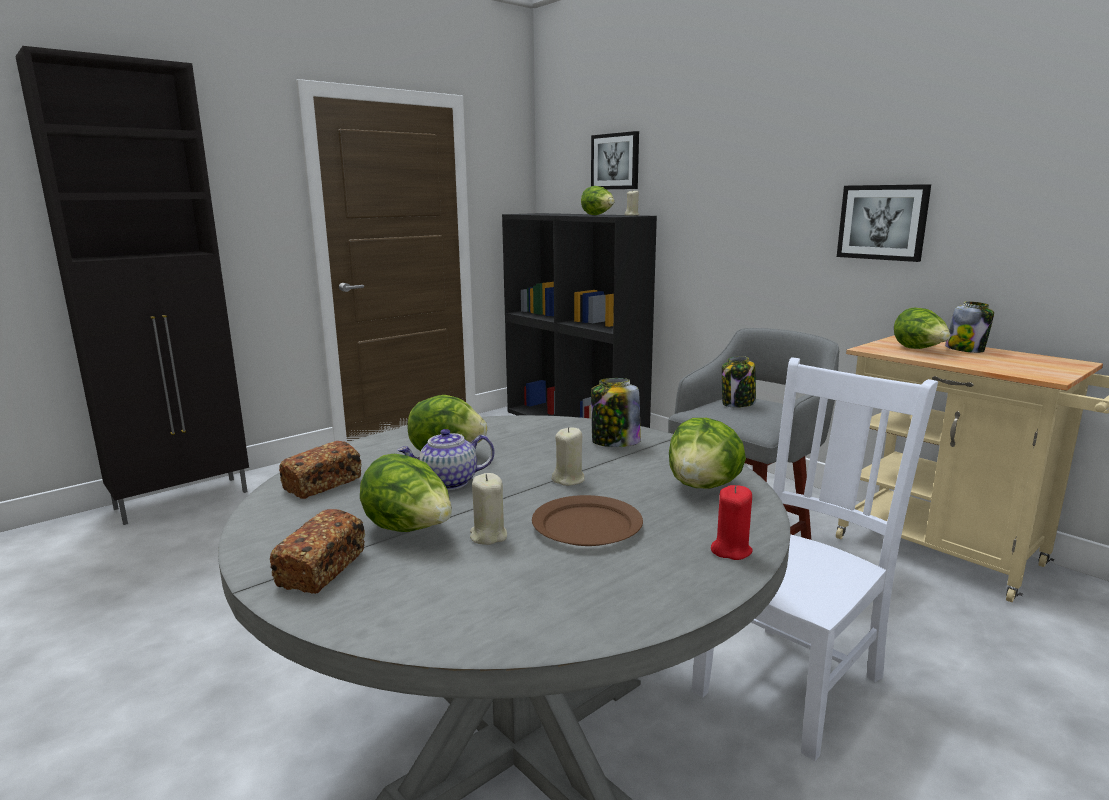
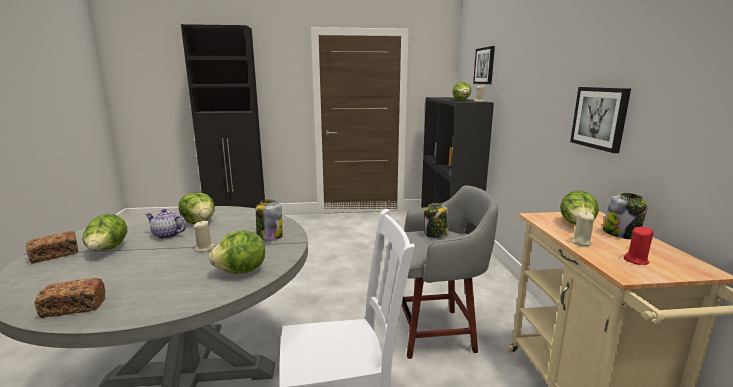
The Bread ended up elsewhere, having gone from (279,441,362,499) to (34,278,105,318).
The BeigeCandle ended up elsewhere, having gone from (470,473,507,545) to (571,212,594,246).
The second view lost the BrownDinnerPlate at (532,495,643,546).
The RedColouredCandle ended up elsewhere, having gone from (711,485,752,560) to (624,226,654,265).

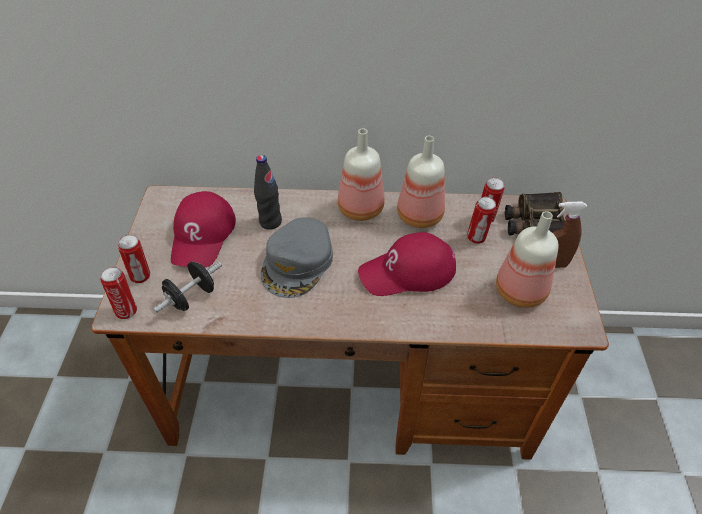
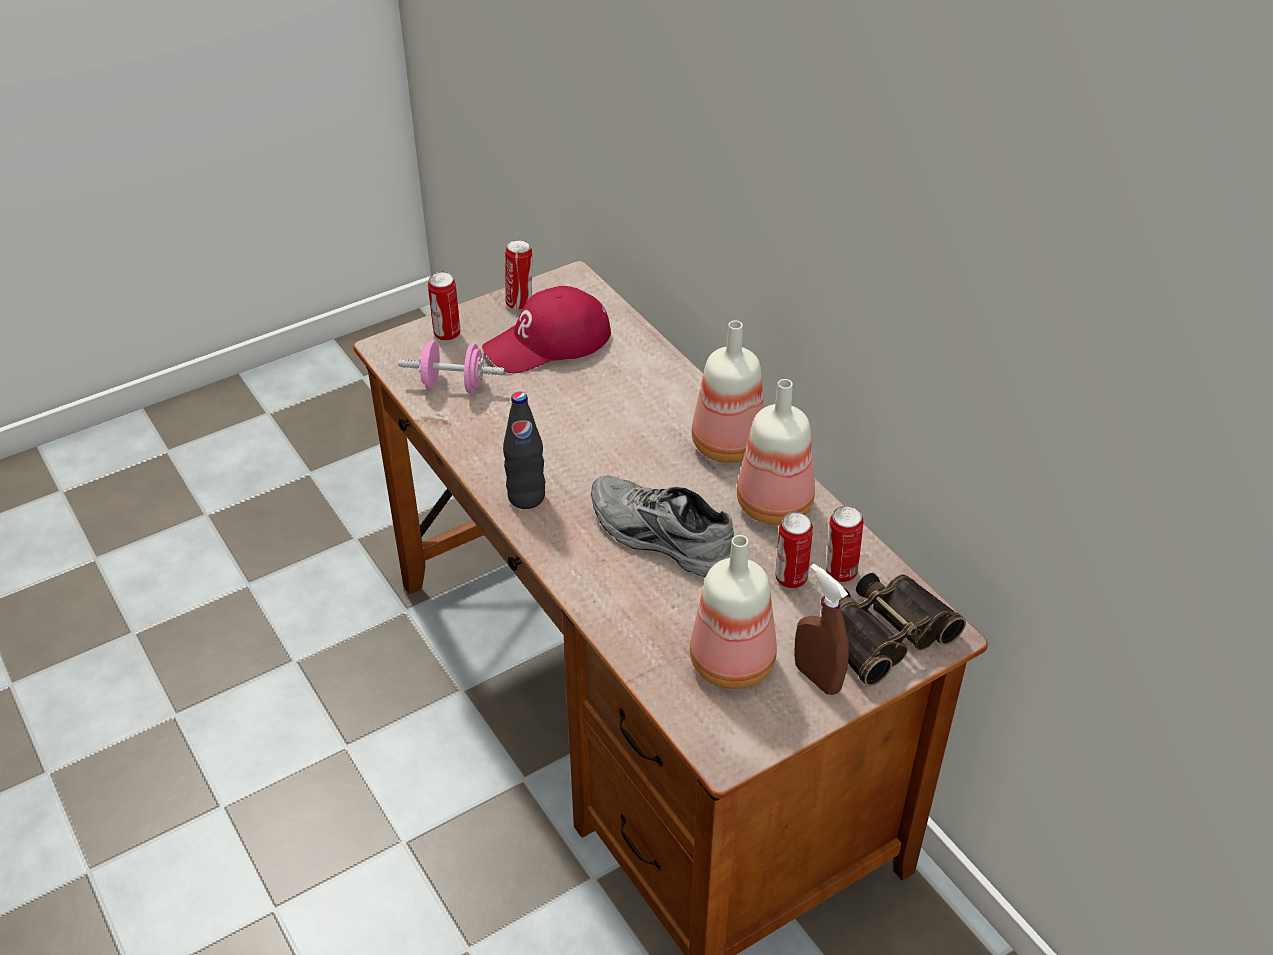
The SealedCan ended up elsewhere, having gone from (101,267,137,319) to (505,240,532,310).
What was the BlackColouredFreeWeight at (153,261,222,313) turned into the PinkishFreeWeight at (398,340,505,393).
The BlackColouredDrinkBottle ended up elsewhere, having gone from (254,155,282,230) to (503,391,545,509).
The second view lost the GreyishCap at (261,217,333,298).
Where the RedColouredCap stood at (358,232,456,296), the GreyishShoe came to stand at (591,475,734,577).

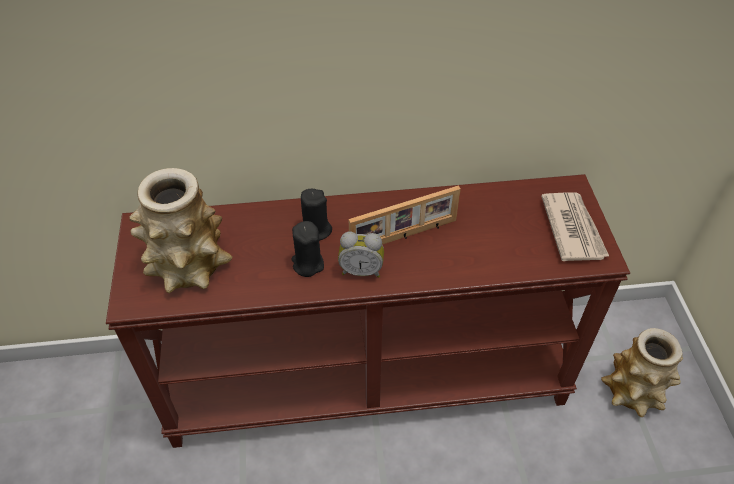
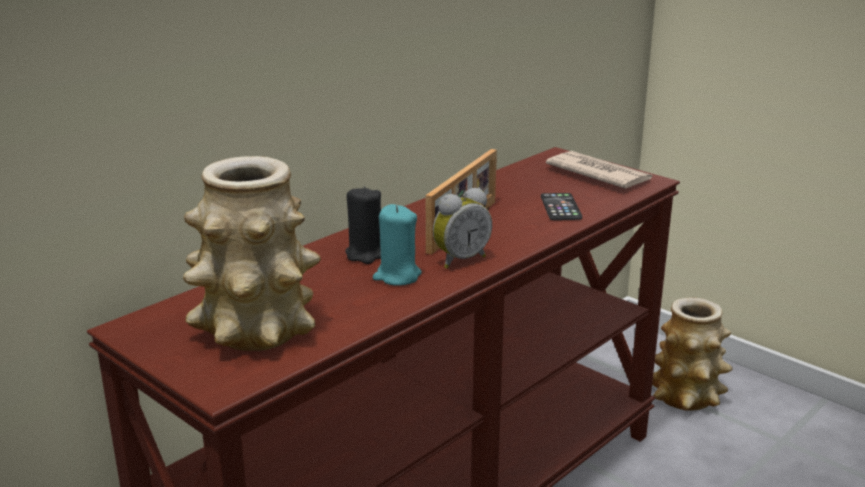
What was the BlackColouredCandle at (291,221,324,277) turned into the TurquoiseCandle at (373,204,421,286).
The second view gained the Handset at (541,193,582,220).

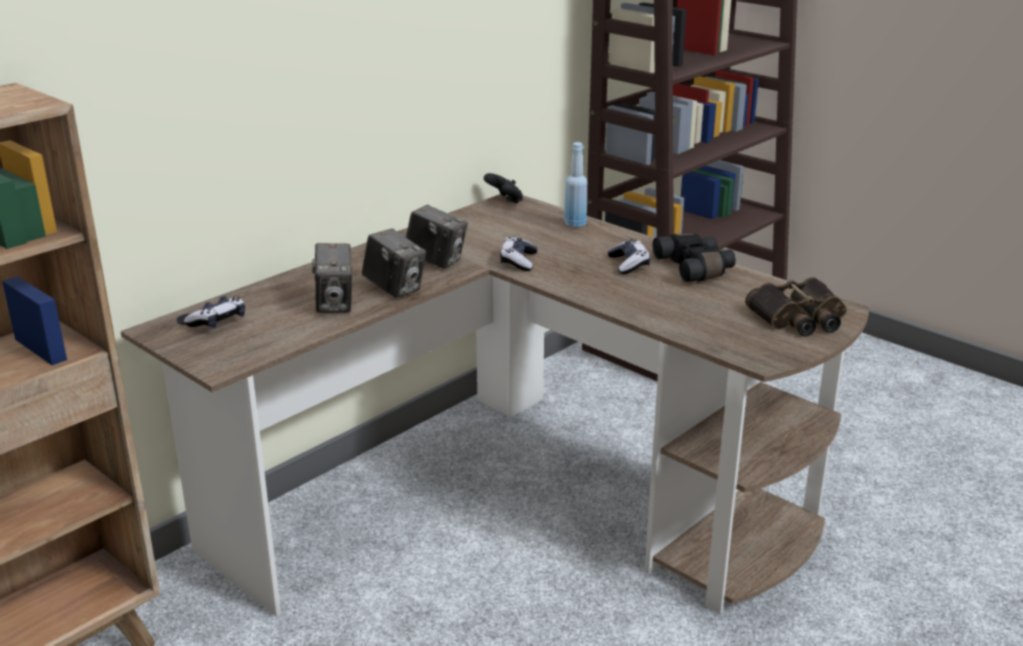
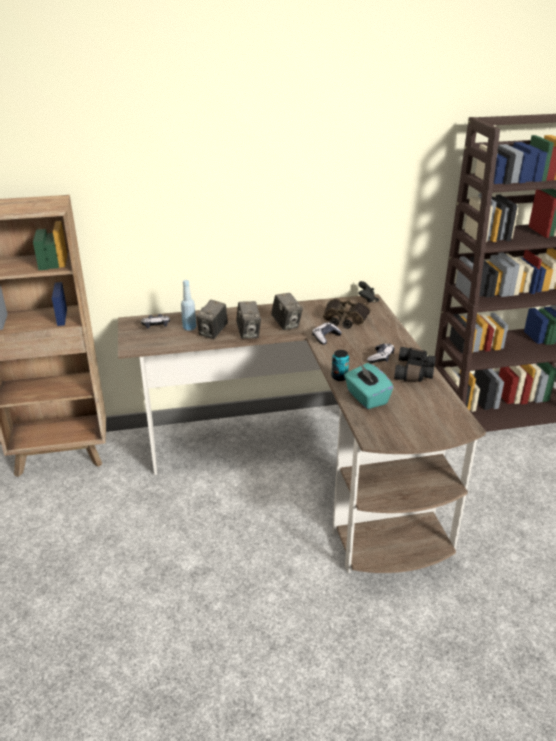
The BlueDrinkBottle ended up elsewhere, having gone from (564,142,587,228) to (181,280,197,331).
The Binoculars ended up elsewhere, having gone from (745,277,847,337) to (323,299,370,329).
The second view gained the SealedCan at (331,350,349,381).
The second view gained the TurquoiseBoxOfTissues at (344,363,393,409).

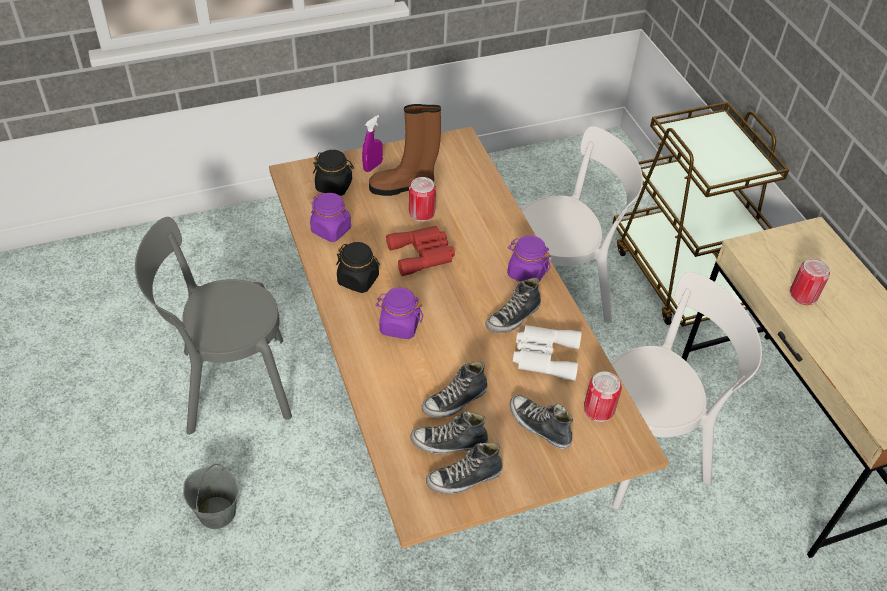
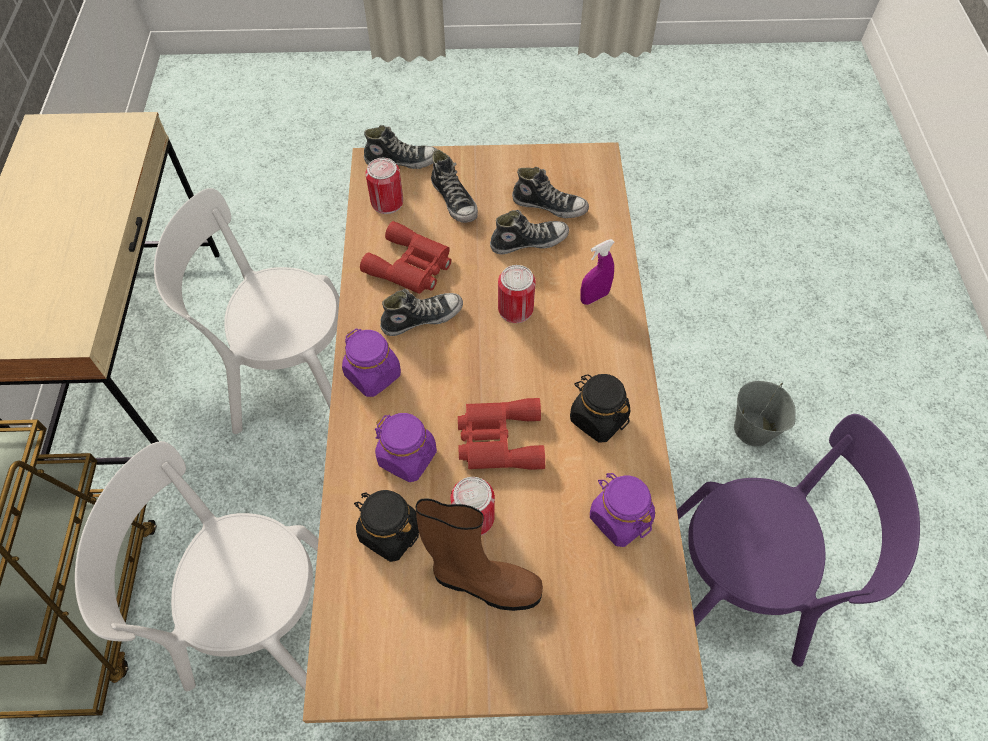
What was the GreyishUprightChair at (135,217,292,435) turned into the PurpleUprightChair at (677,414,920,667).
The BlackColouredPreserveJar ended up elsewhere, having gone from (313,150,354,196) to (354,490,419,562).
The PurpleSprayBottle ended up elsewhere, having gone from (362,115,383,172) to (580,239,615,305).
The PurplePreserveJar ended up elsewhere, having gone from (375,287,423,339) to (375,413,437,482).
The Shoe ended up elsewhere, having gone from (426,443,503,494) to (364,125,437,169).
What was the WhitishBinoculars at (513,325,582,381) turned into the RedColouredBinoculars at (360,221,451,294).
The SealedCan ended up elsewhere, having gone from (790,258,830,305) to (498,265,536,323).

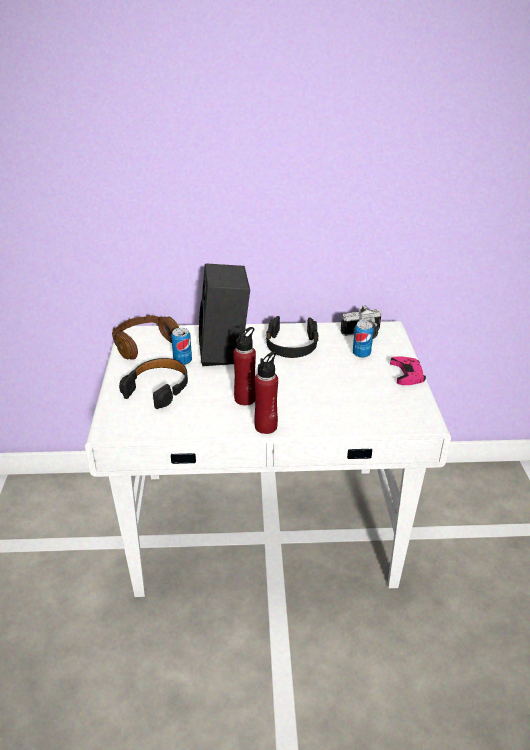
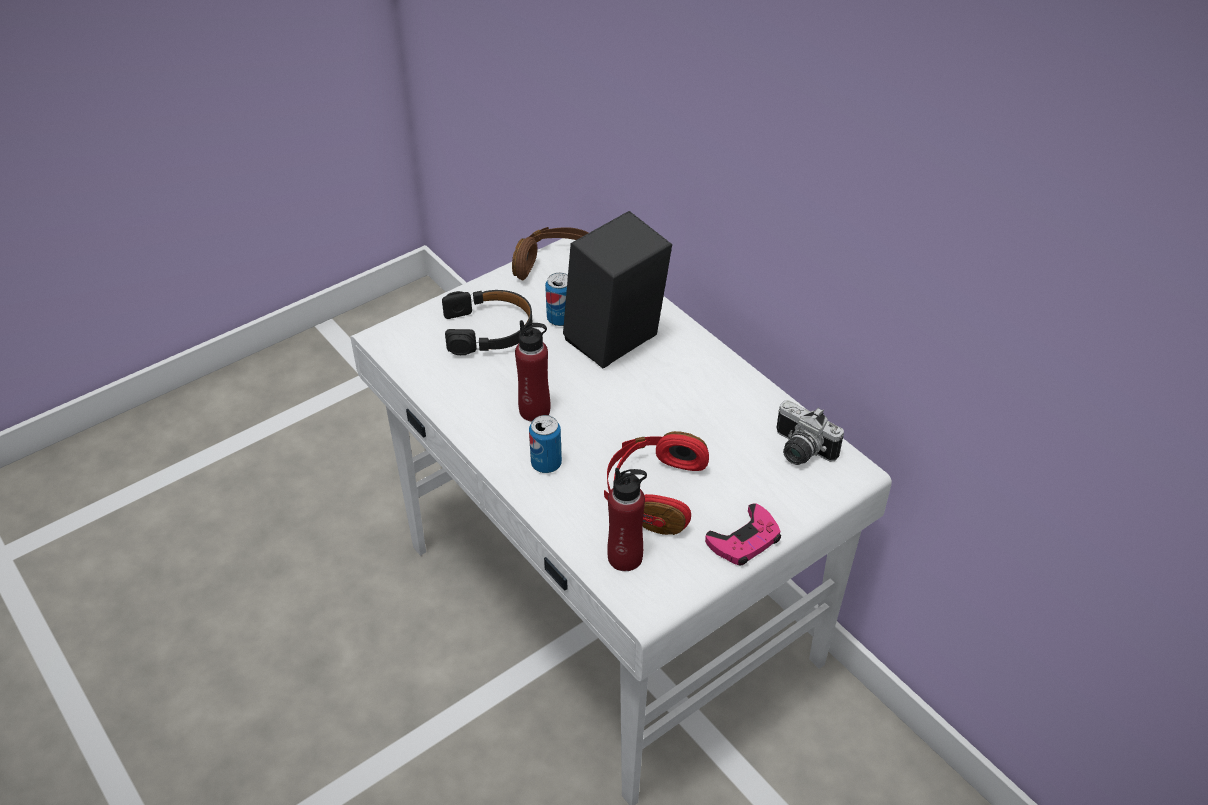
The RedColouredDrinkBottle ended up elsewhere, having gone from (254,352,278,434) to (607,468,647,571).
The second view lost the BlackColouredHeadset at (266,316,318,358).
The SealedCan ended up elsewhere, having gone from (353,321,374,358) to (529,415,562,473).
The second view gained the RedColouredHeadset at (604,431,709,535).

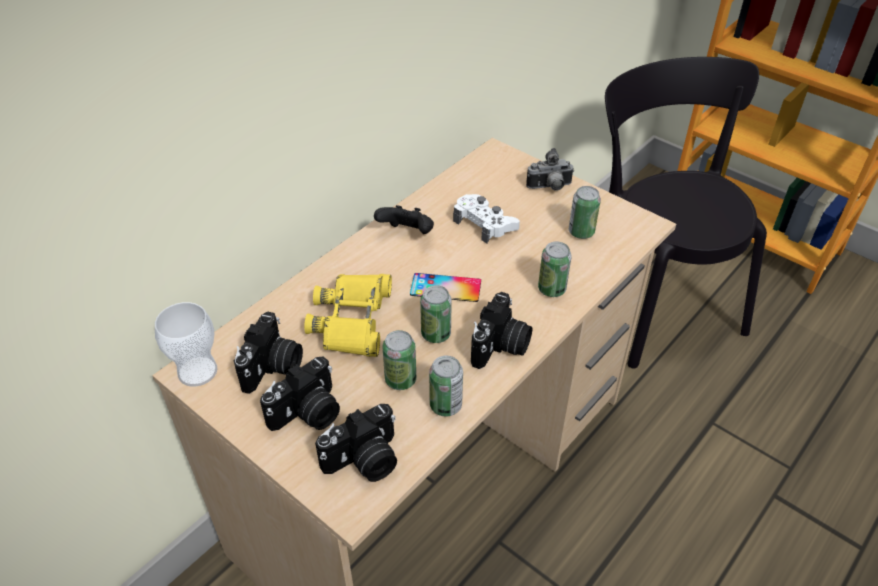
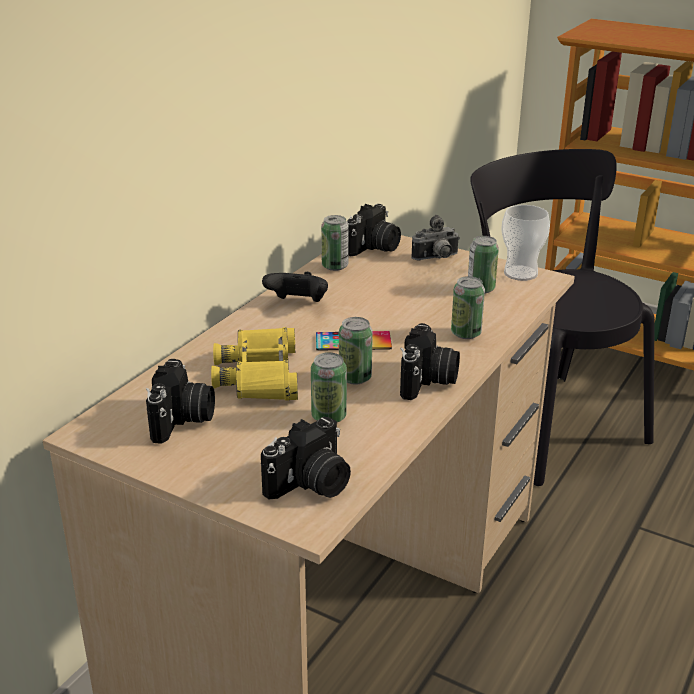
The Cup ended up elsewhere, having gone from (155,302,218,387) to (501,205,550,281).
The StillCamera ended up elsewhere, having gone from (260,356,340,431) to (347,204,401,256).
The SealedCan ended up elsewhere, having gone from (429,356,463,417) to (321,215,349,271).
The second view lost the WhitishGameController at (453,194,520,244).

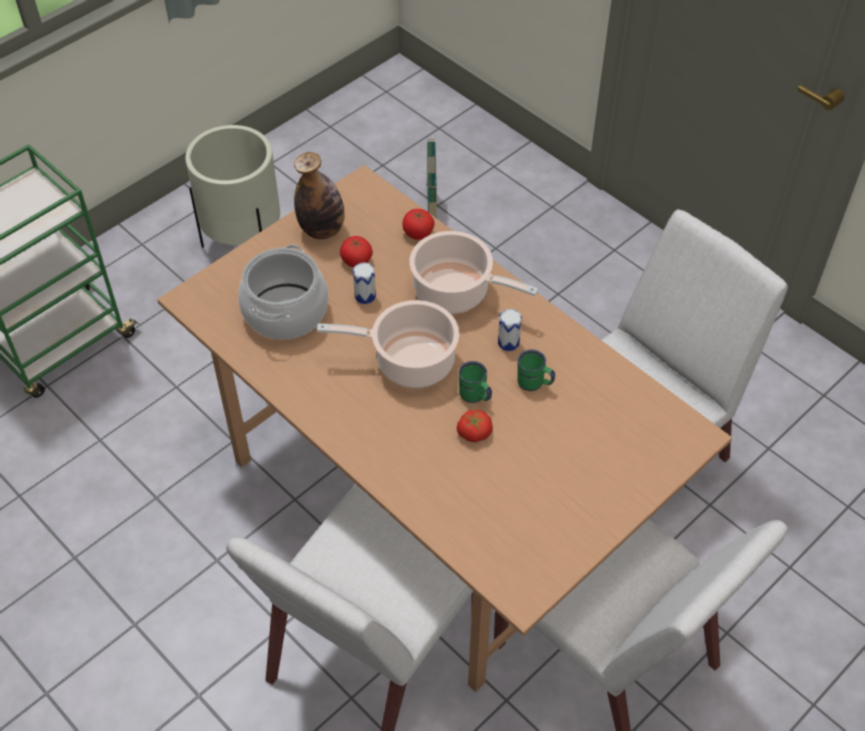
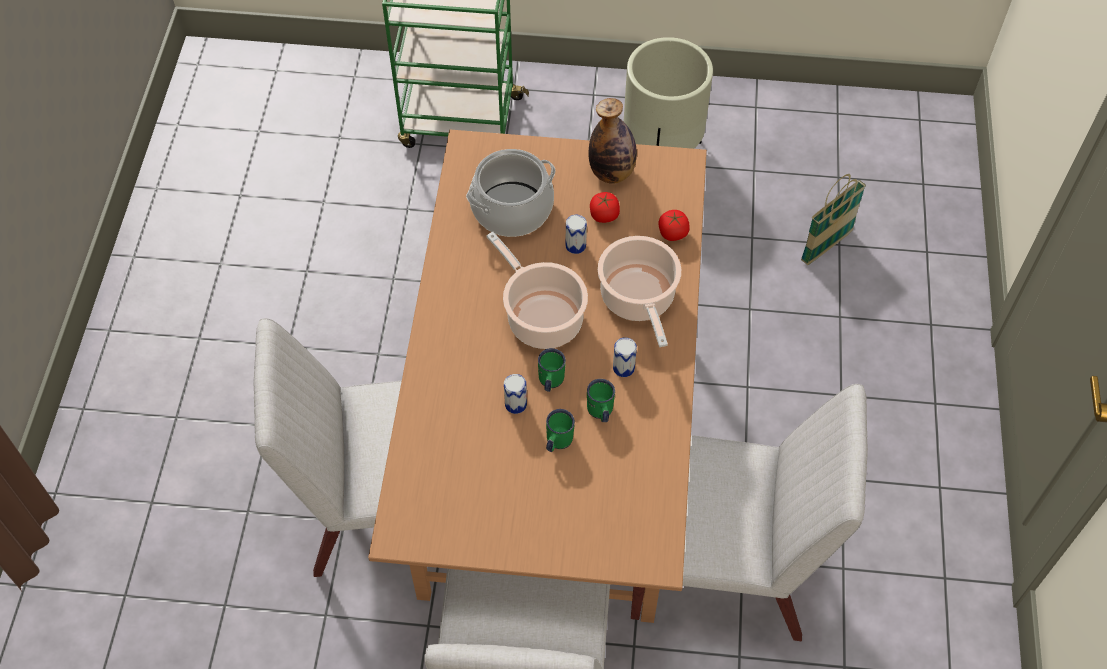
Where the FreshTomato stood at (457,410,493,442), the SealedCan came to stand at (504,374,527,414).
The second view gained the GreenishCoffeeMug at (546,409,575,452).

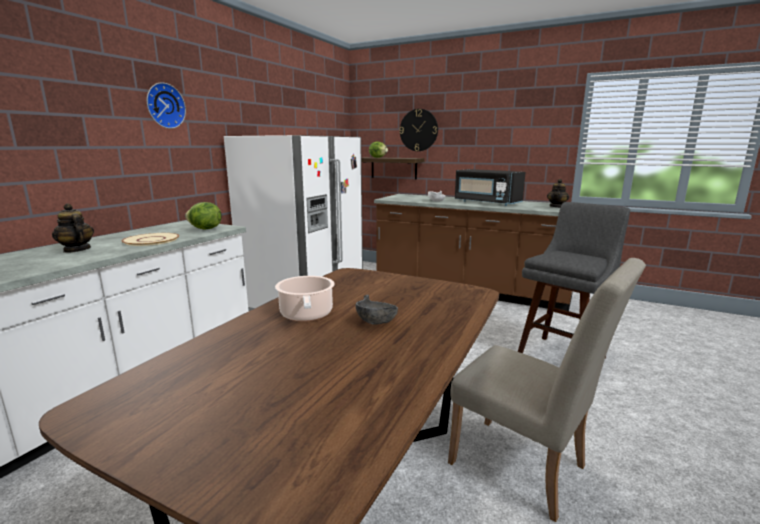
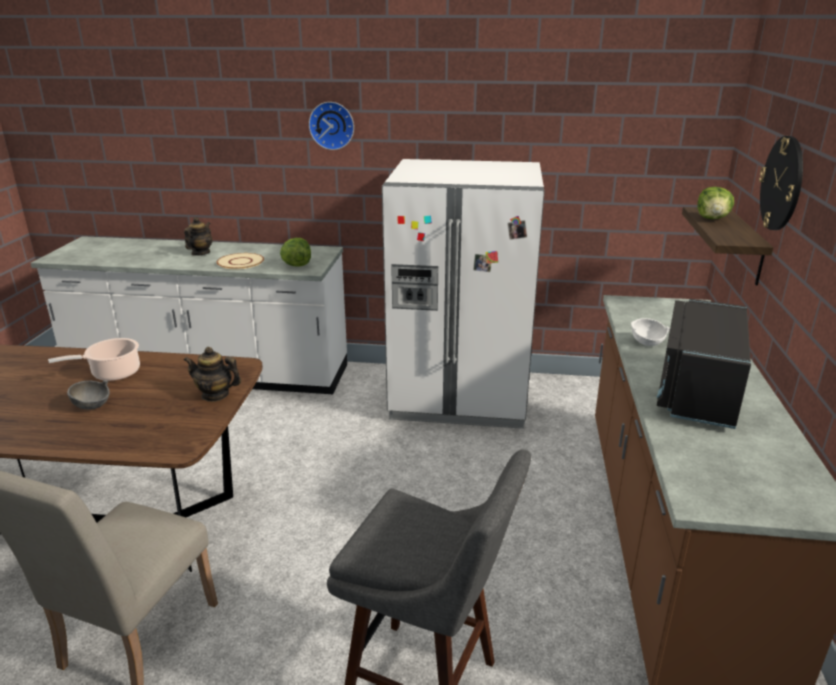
The PotForTea ended up elsewhere, having gone from (547,179,569,208) to (184,347,241,402).

